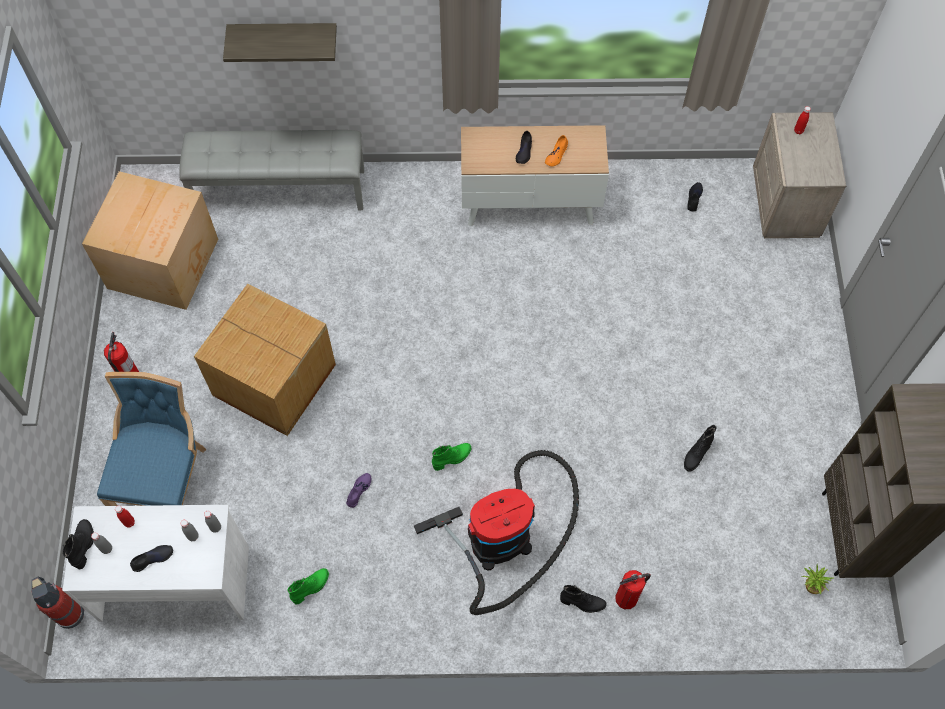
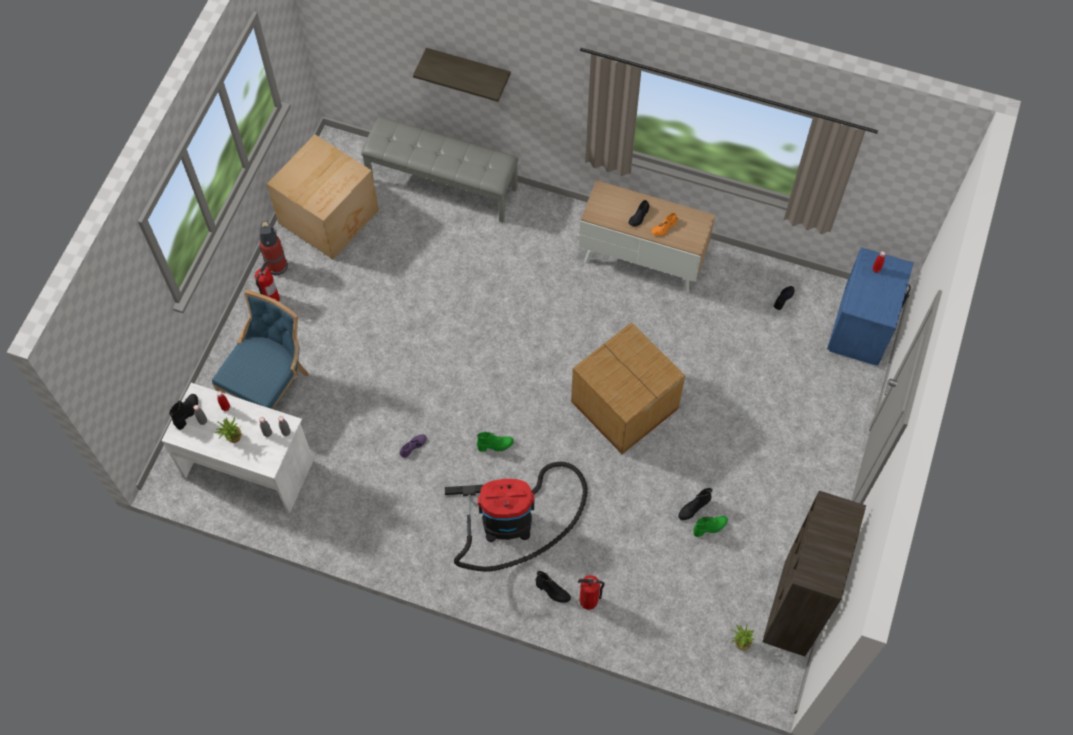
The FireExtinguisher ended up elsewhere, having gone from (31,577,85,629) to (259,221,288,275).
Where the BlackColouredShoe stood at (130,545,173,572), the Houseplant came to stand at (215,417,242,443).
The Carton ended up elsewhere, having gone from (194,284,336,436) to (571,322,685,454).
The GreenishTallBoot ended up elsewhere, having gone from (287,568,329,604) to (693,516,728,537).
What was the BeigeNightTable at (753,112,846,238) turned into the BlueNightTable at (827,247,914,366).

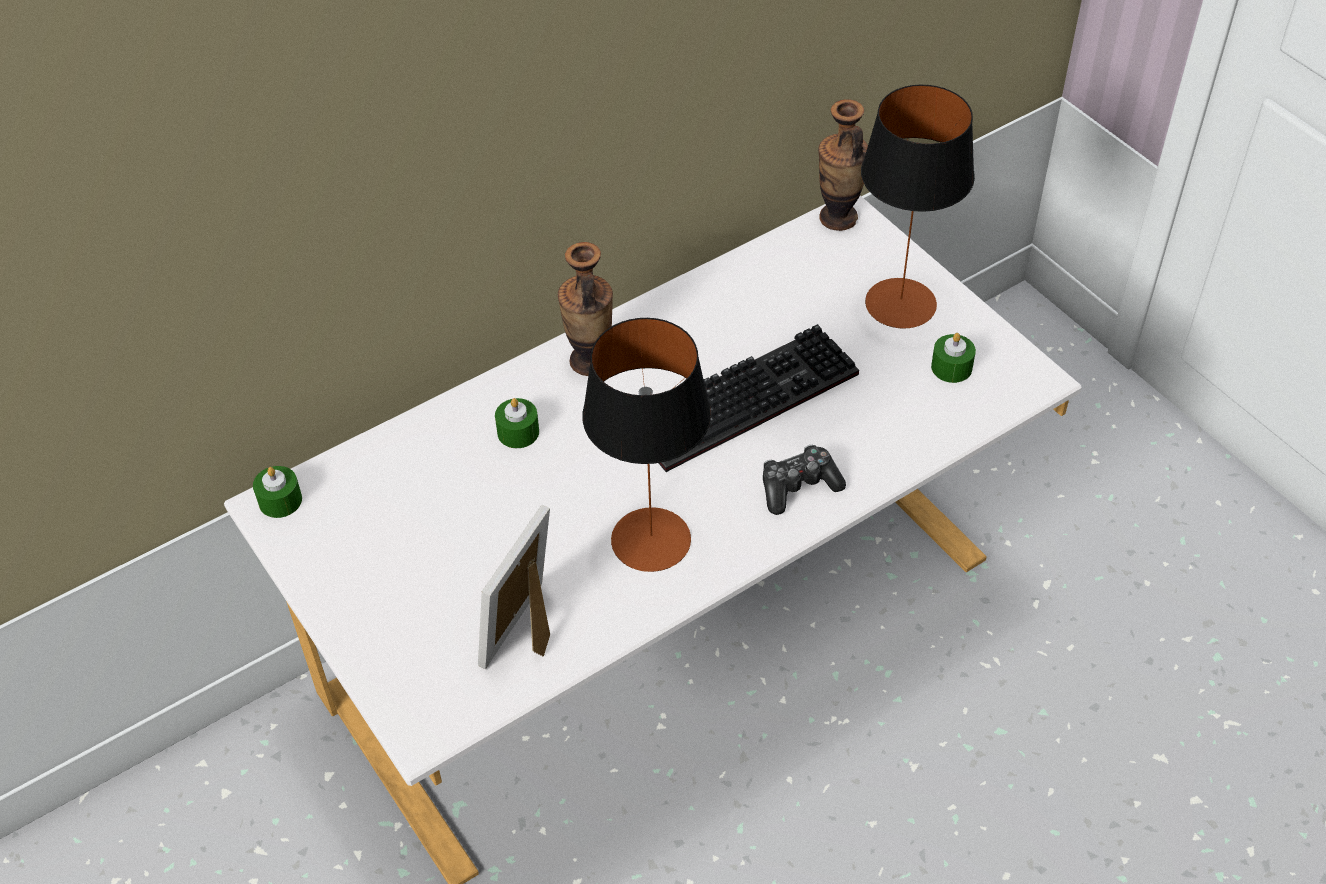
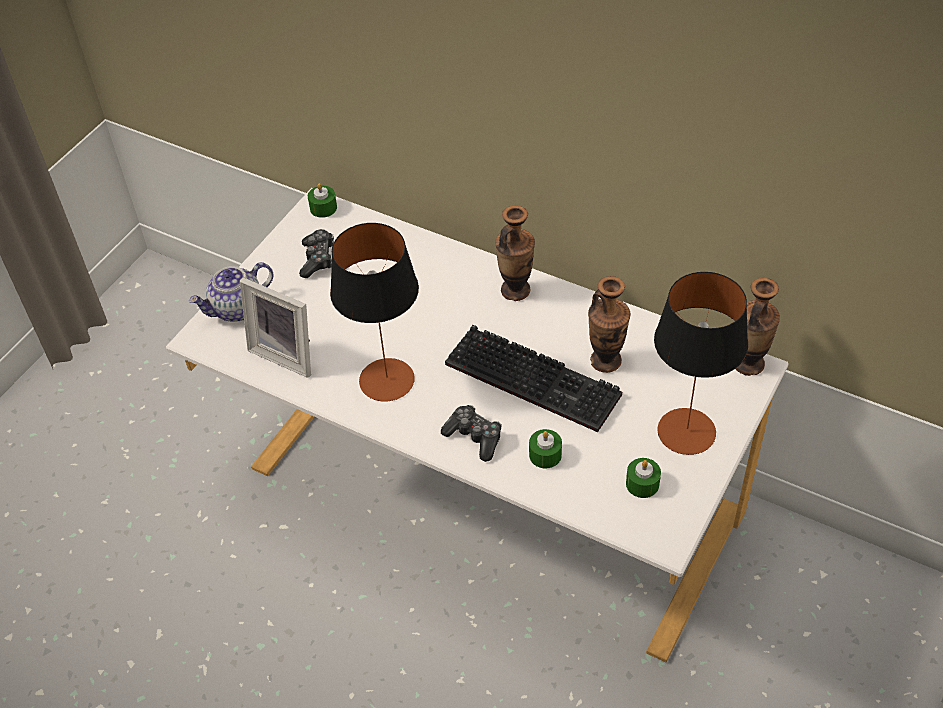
The PhotoFrame at (478,505,550,669) ended up facing another way, 150 degrees counterclockwise from before.
The GreenishCandle ended up elsewhere, having gone from (495,398,539,448) to (529,429,562,469).
The second view gained the PotForTea at (189,262,273,322).
The second view gained the GameController at (299,229,334,278).
The second view gained the FlowerVase at (588,276,630,373).

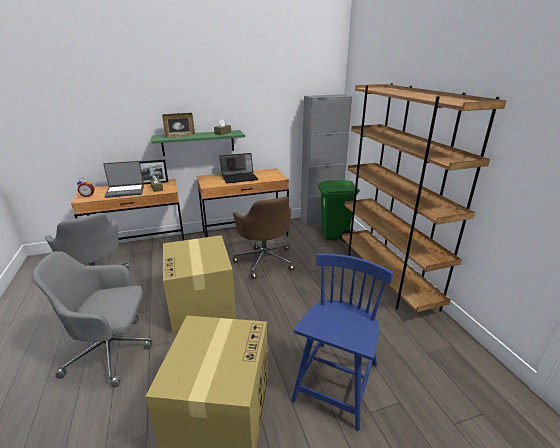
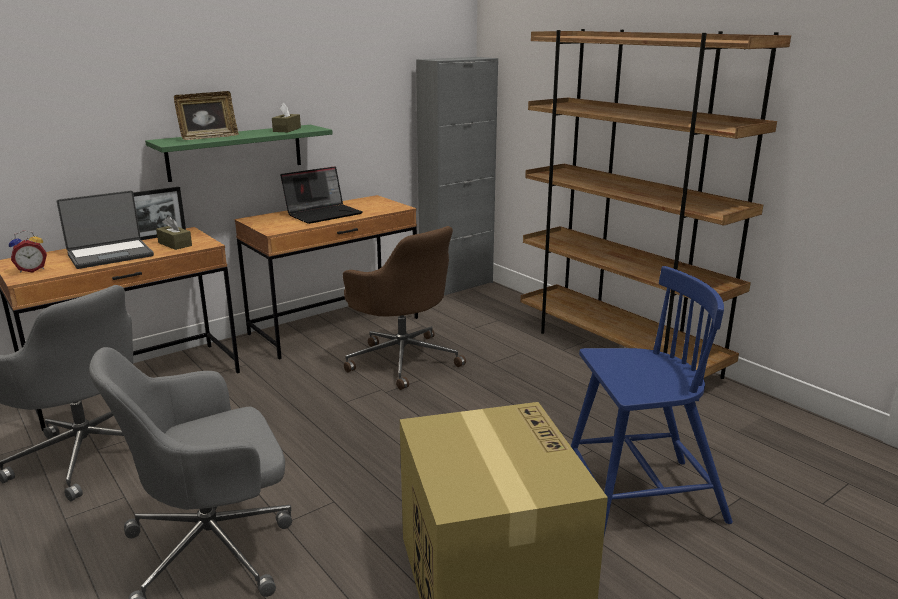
The second view lost the Carton at (163,235,236,333).
The BlueUprightChair at (291,253,393,431) ended up facing another way, 75 degrees clockwise from before.
The second view lost the GreenishWasteBin at (318,180,360,242).

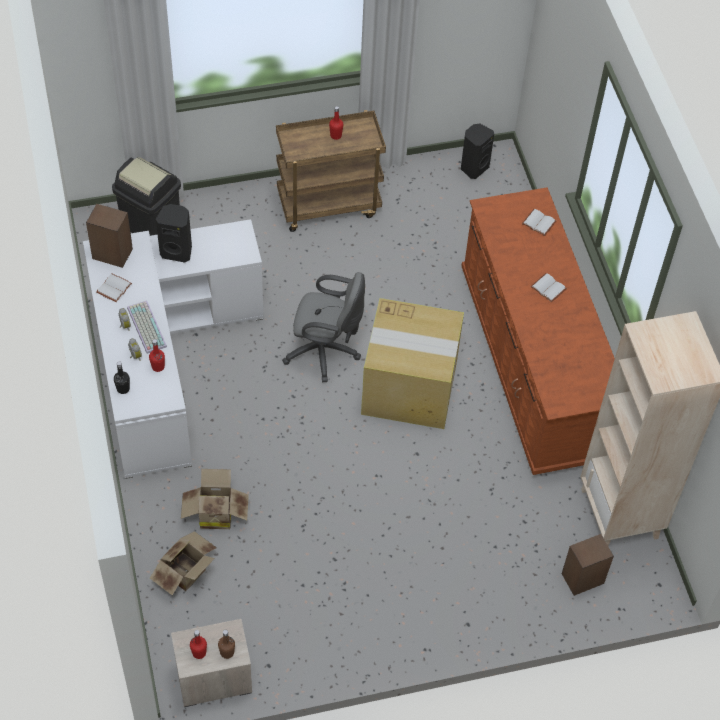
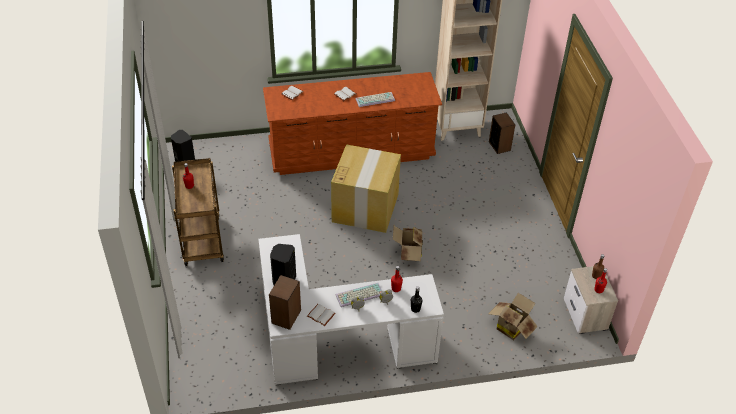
The second view lost the BlackColouredWasteBin at (112,157,181,236).
The Carton ended up elsewhere, having gone from (181,469,249,529) to (393,226,423,261).
The second view lost the GreyishDeskChair at (282,272,365,382).
The second view gained the PcKeyboard at (356,92,395,107).

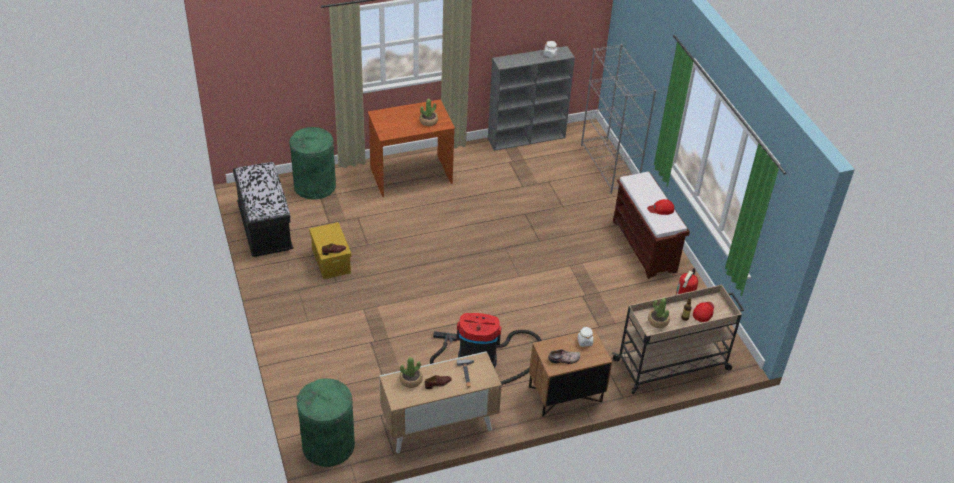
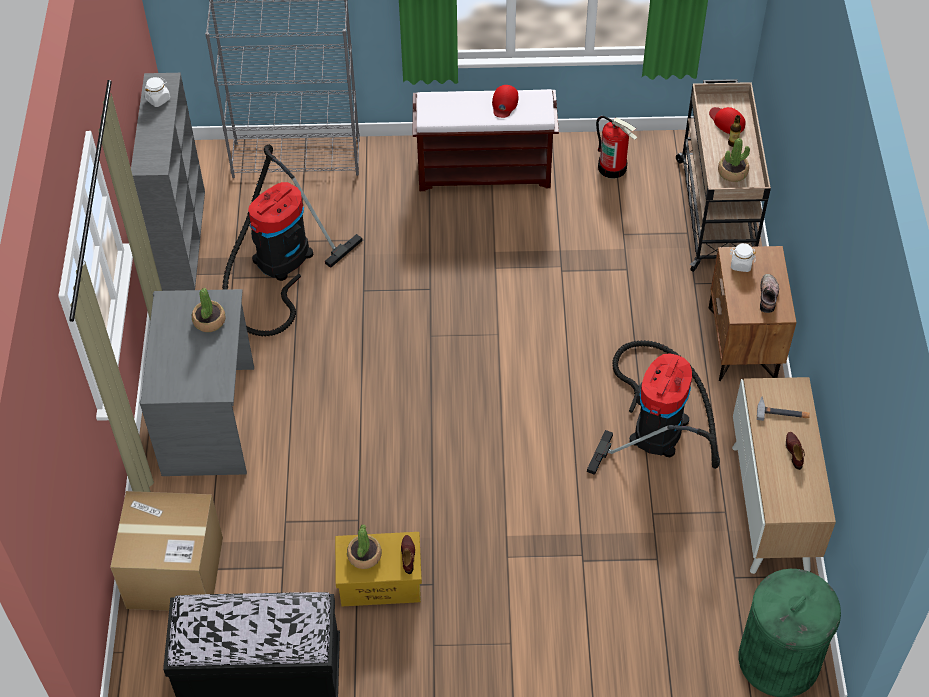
Where the GreenishWasteBin stood at (289,127,336,200), the Carton came to stand at (110,491,223,611).
What was the BrownDeskTable at (368,99,455,197) turned into the GreyishDeskTable at (140,289,254,476).
The Houseplant ended up elsewhere, having gone from (400,357,423,388) to (347,524,382,569).
The second view gained the Vacuum at (222,144,362,336).

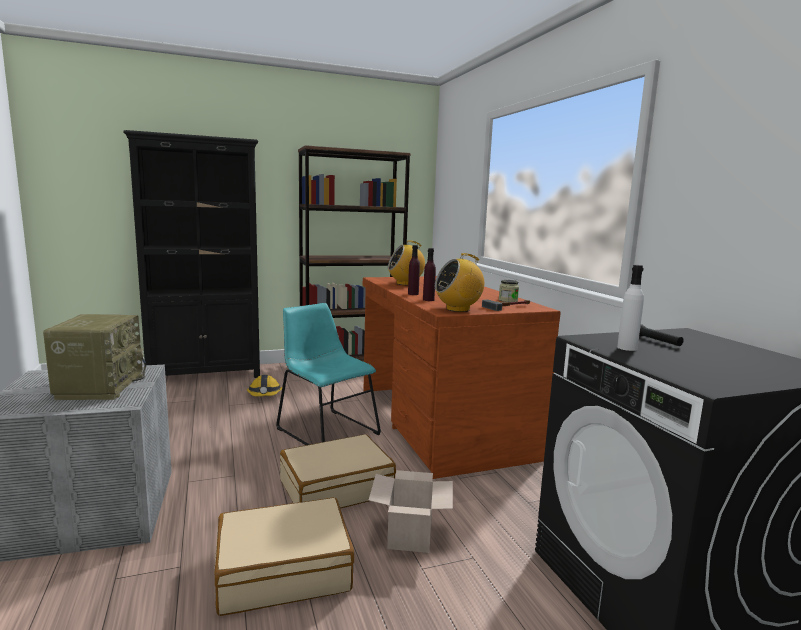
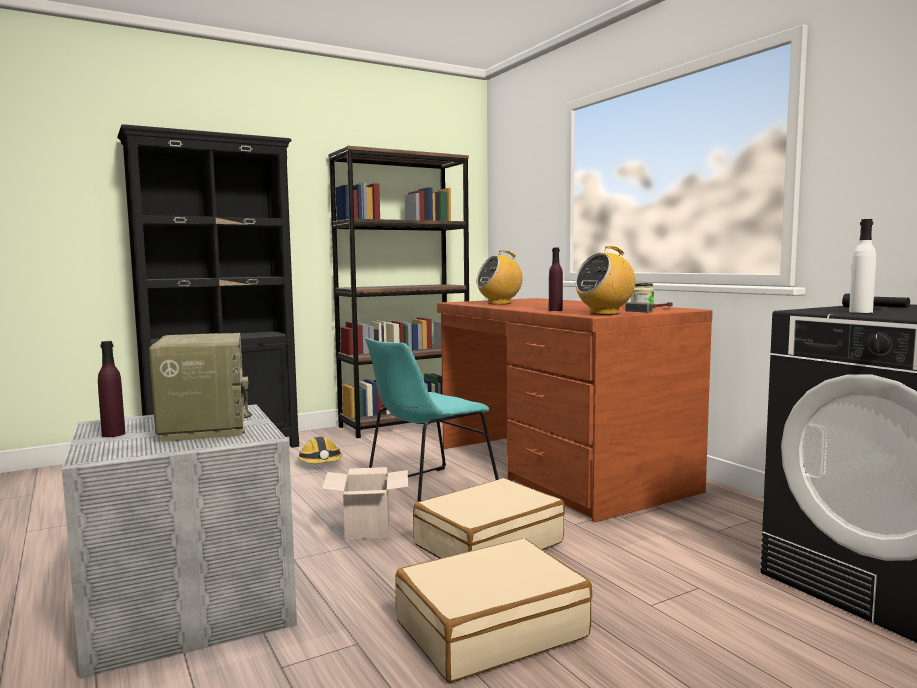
The TurquoiseUprightChair at (276,303,381,445) ended up facing another way, 75 degrees counterclockwise from before.
The Carton ended up elsewhere, having gone from (369,470,453,553) to (322,467,408,540).
The PurpleDrinkBottle ended up elsewhere, having gone from (408,245,420,295) to (98,341,125,437).

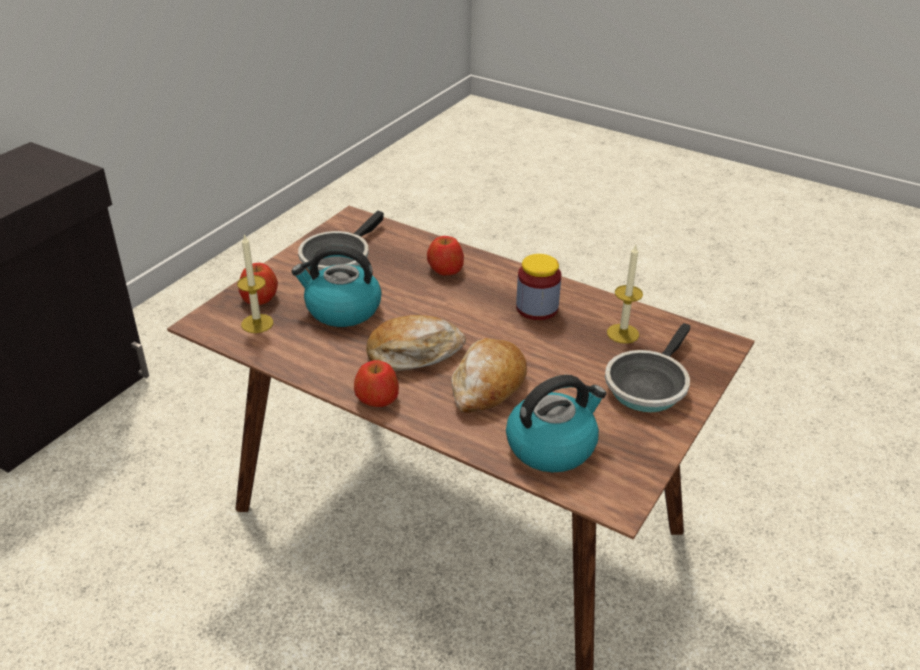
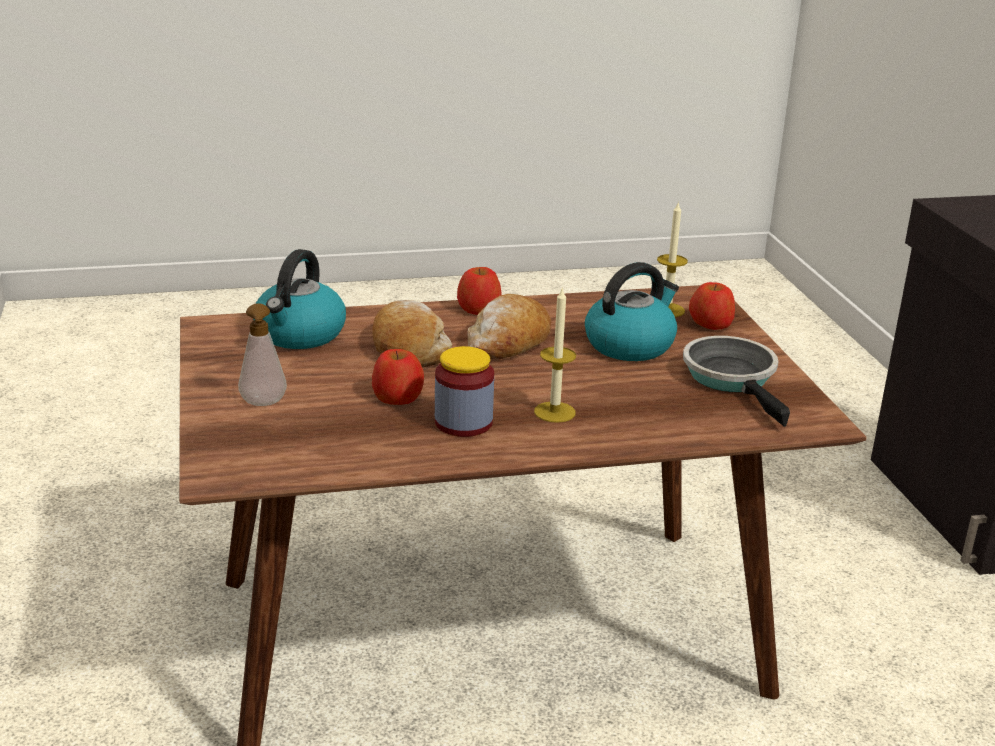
The WholeApple ended up elsewhere, having gone from (427,236,464,275) to (372,349,424,405).
Where the Skillet stood at (605,323,690,412), the SoapBottle came to stand at (238,303,287,406).
The Candle ended up elsewhere, having gone from (607,245,643,344) to (534,287,576,423).

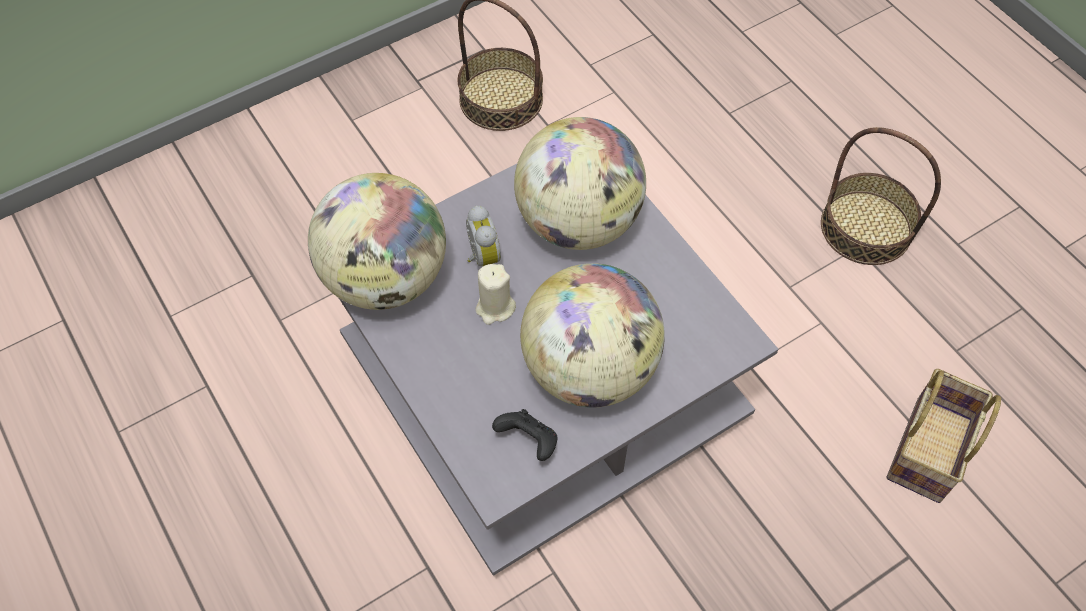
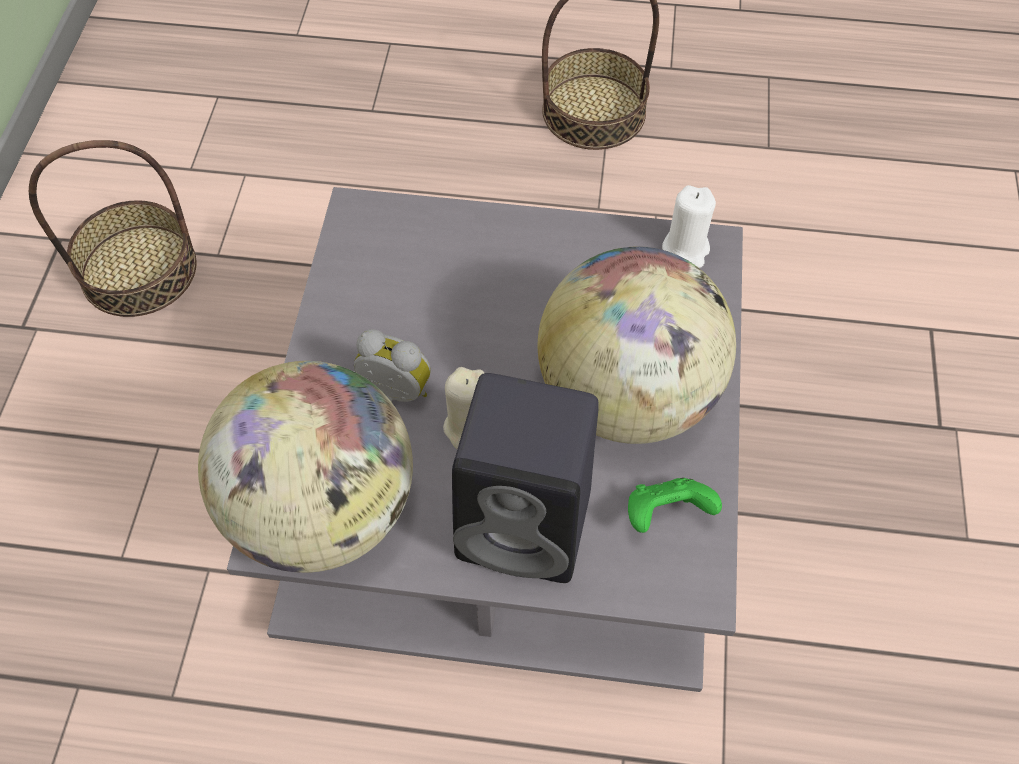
What was the BlackColouredGameController at (492,409,558,461) turned into the GreenishGameController at (628,478,722,533).
The second view lost the Globe at (514,117,646,250).
The second view lost the Basket at (887,369,1001,503).
The second view gained the BlackColouredAudioSpeaker at (452,373,599,583).
The second view gained the WhitishCandle at (662,185,716,268).

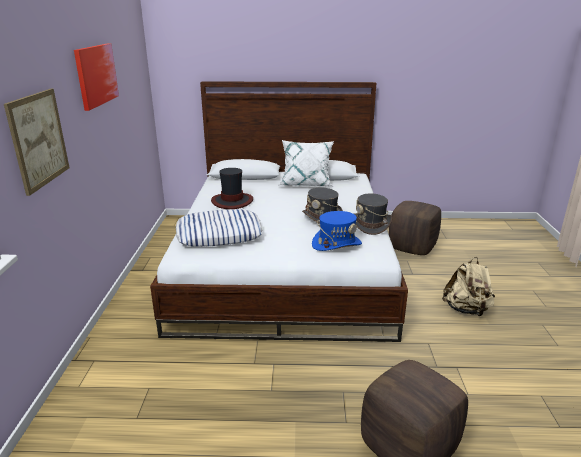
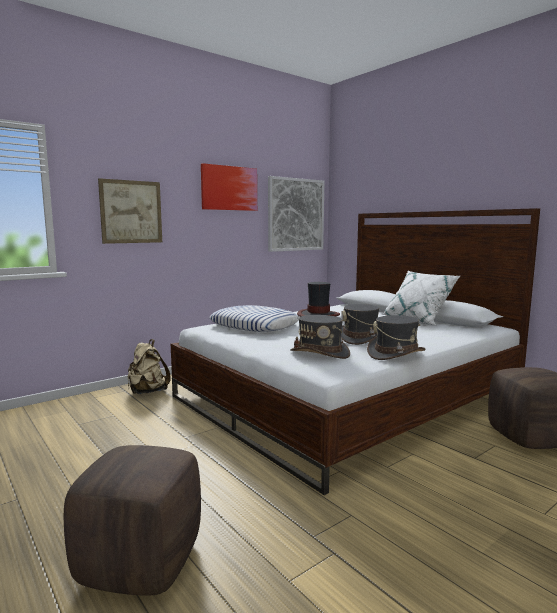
What was the BlueWearableHat at (312,211,362,251) turned into the GreyishWearableHat at (290,315,350,359).
The BeigeKnapsack ended up elsewhere, having gone from (442,257,495,316) to (128,339,171,394).
The second view gained the Picture at (268,176,324,252).

